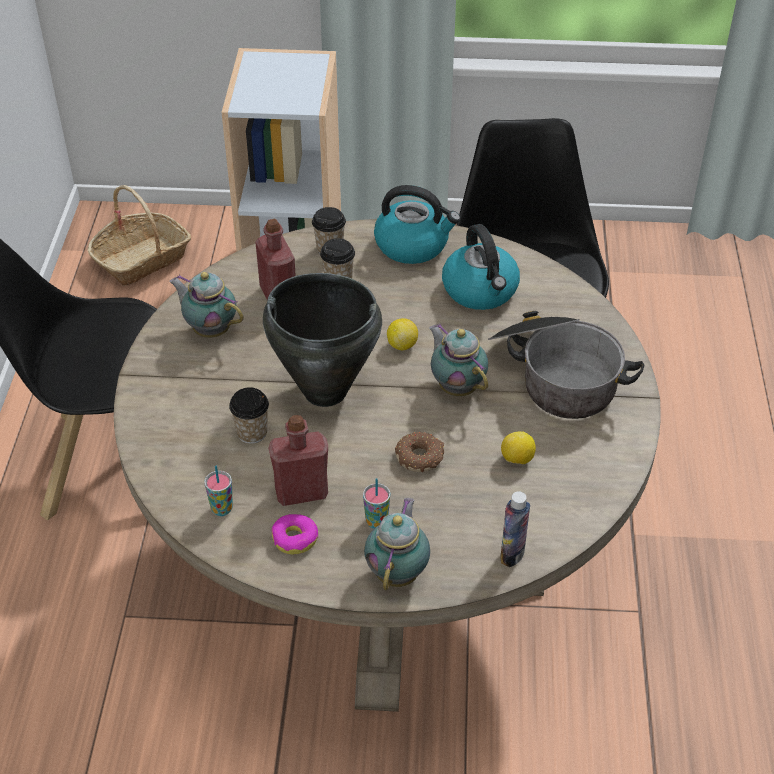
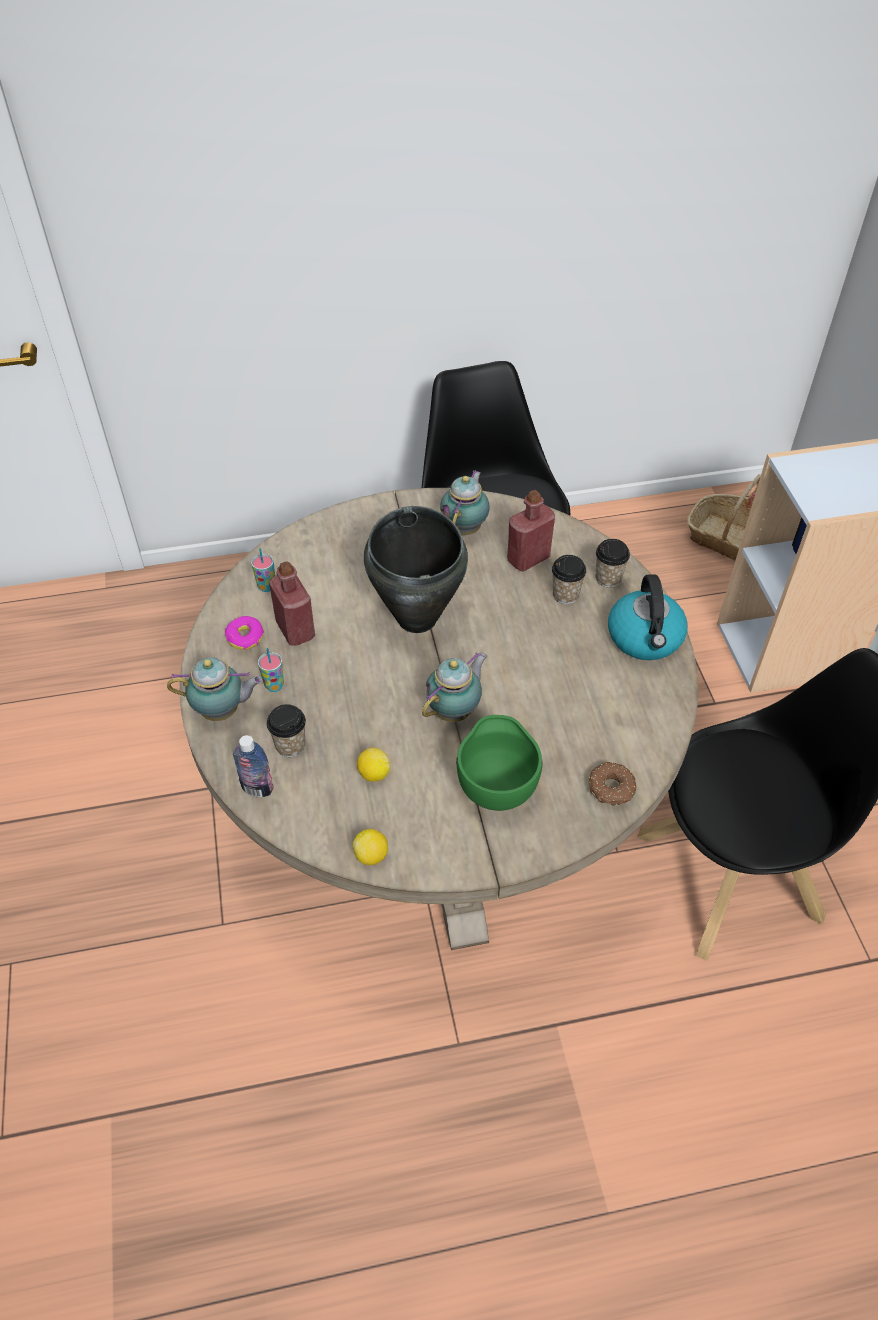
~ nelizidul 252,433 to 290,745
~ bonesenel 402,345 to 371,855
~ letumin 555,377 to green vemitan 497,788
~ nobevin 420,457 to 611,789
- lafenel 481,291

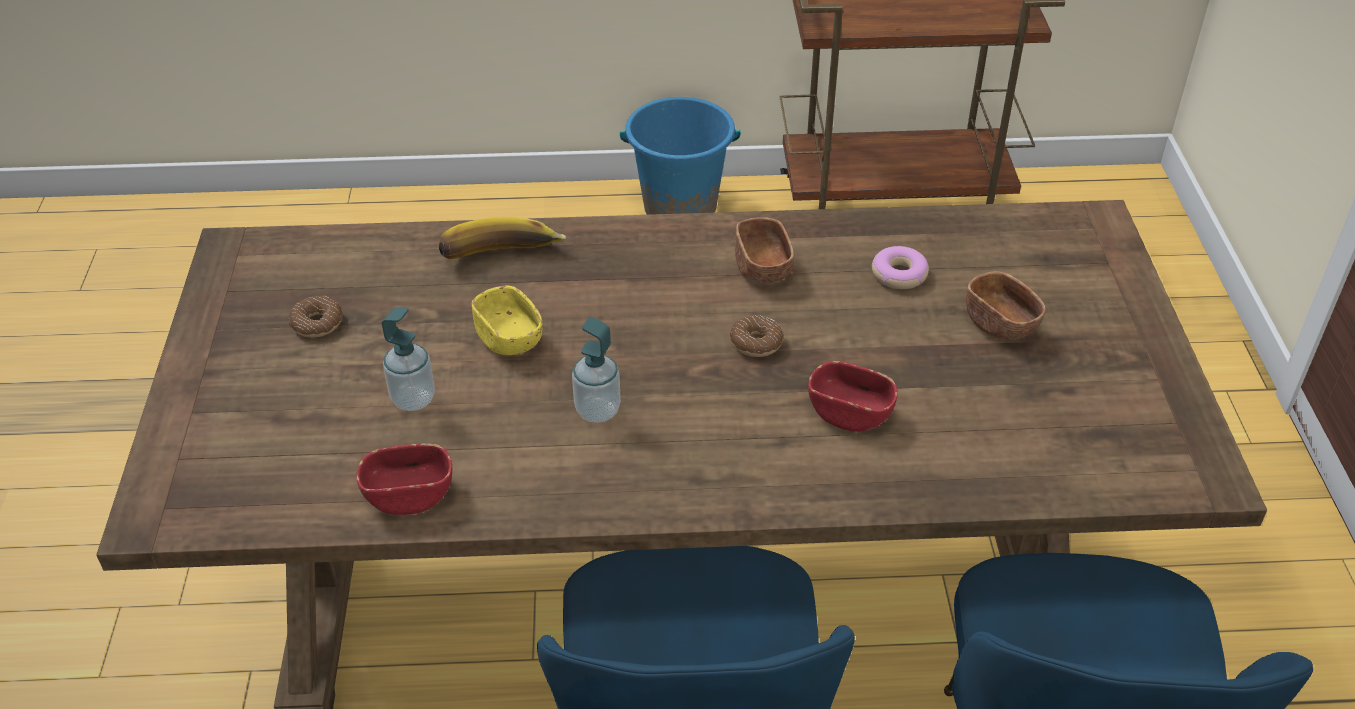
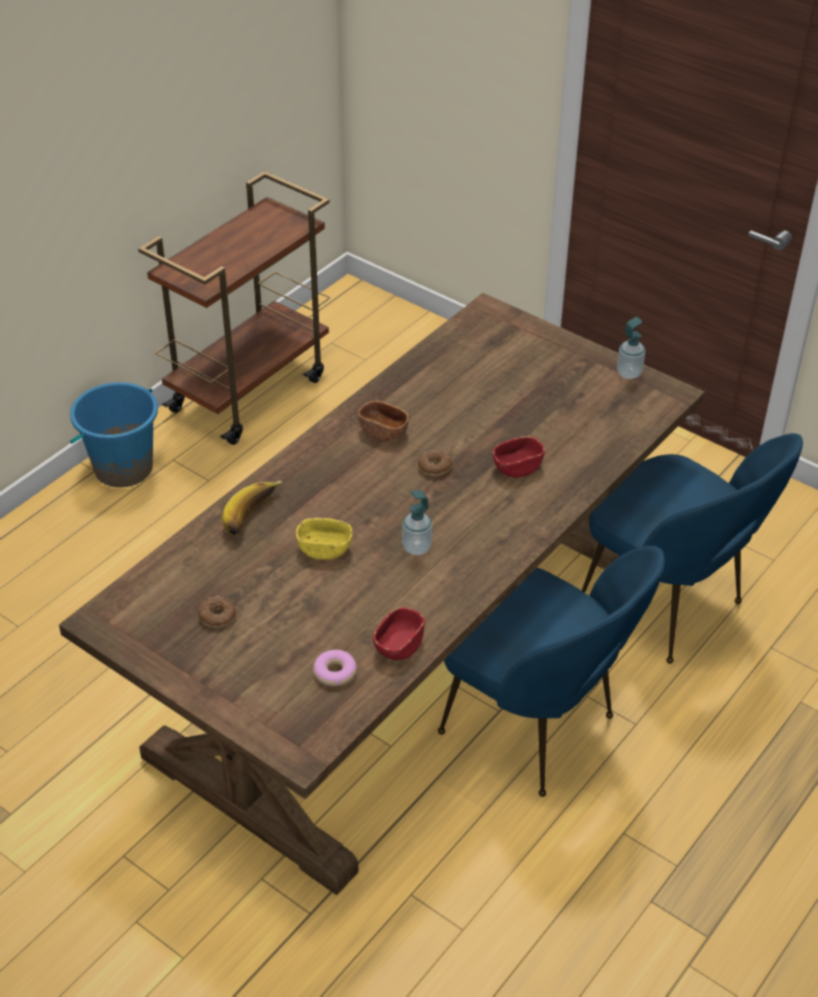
~ nobevin 898,274 to 335,672
~ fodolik 413,399 to 629,373
- brown vemitan 1000,324

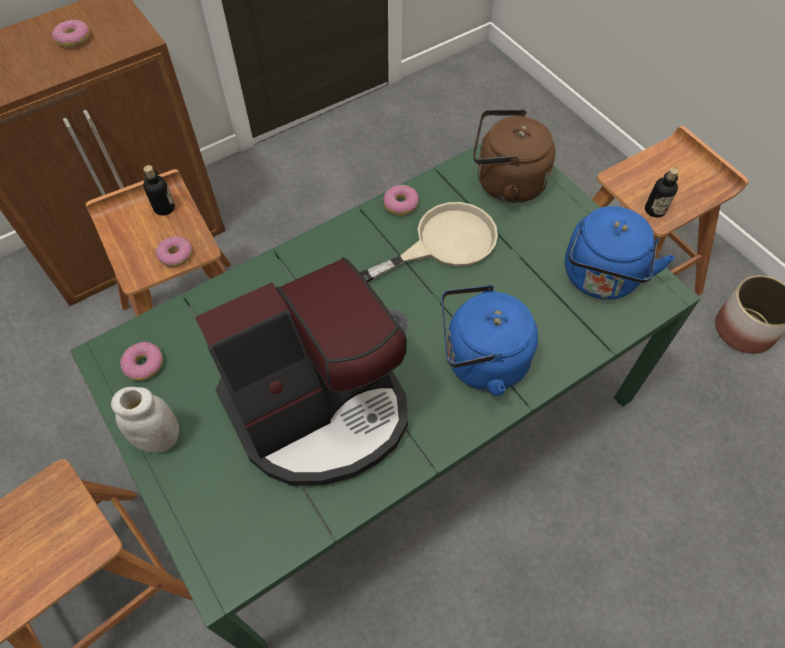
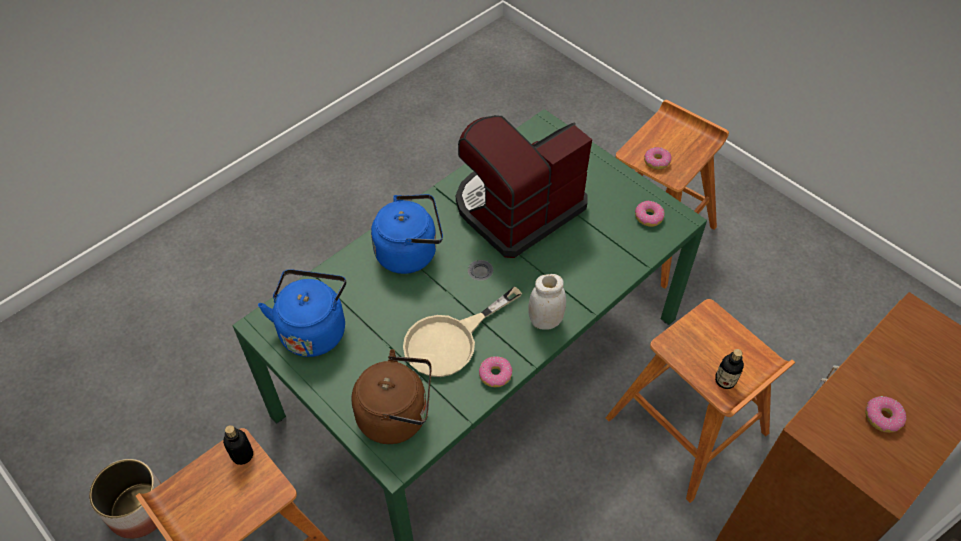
~ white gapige 159,438 to 545,321
~ nobevin 175,255 to 656,161

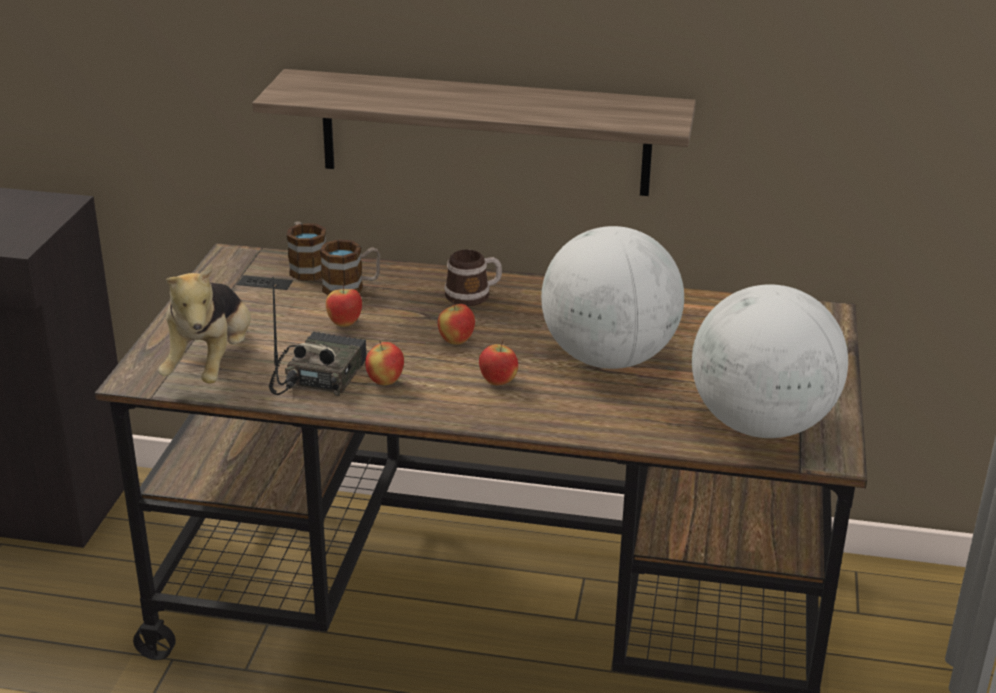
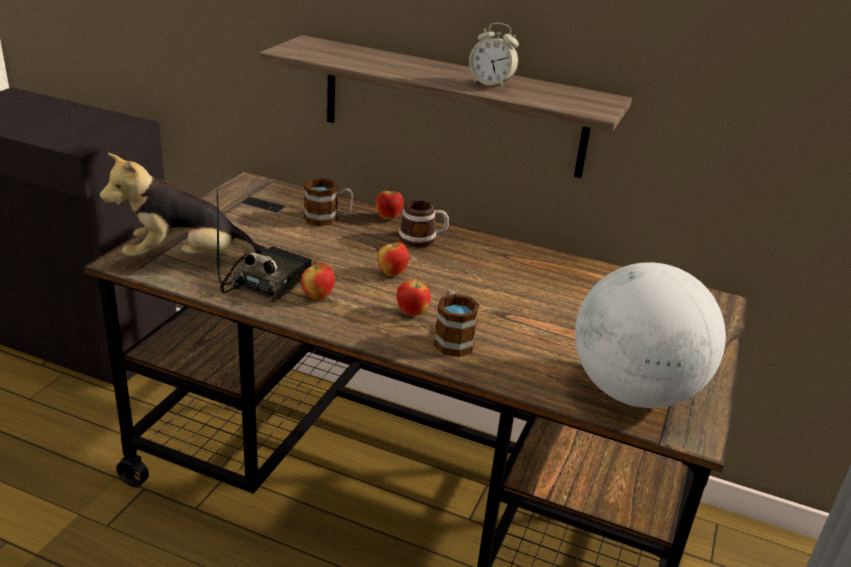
~ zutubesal 211,364 = 186,259 60 degrees clockwise
~ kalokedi 344,323 to 388,218
~ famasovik 306,268 to 452,339
+ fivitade 491,84
- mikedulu 609,358

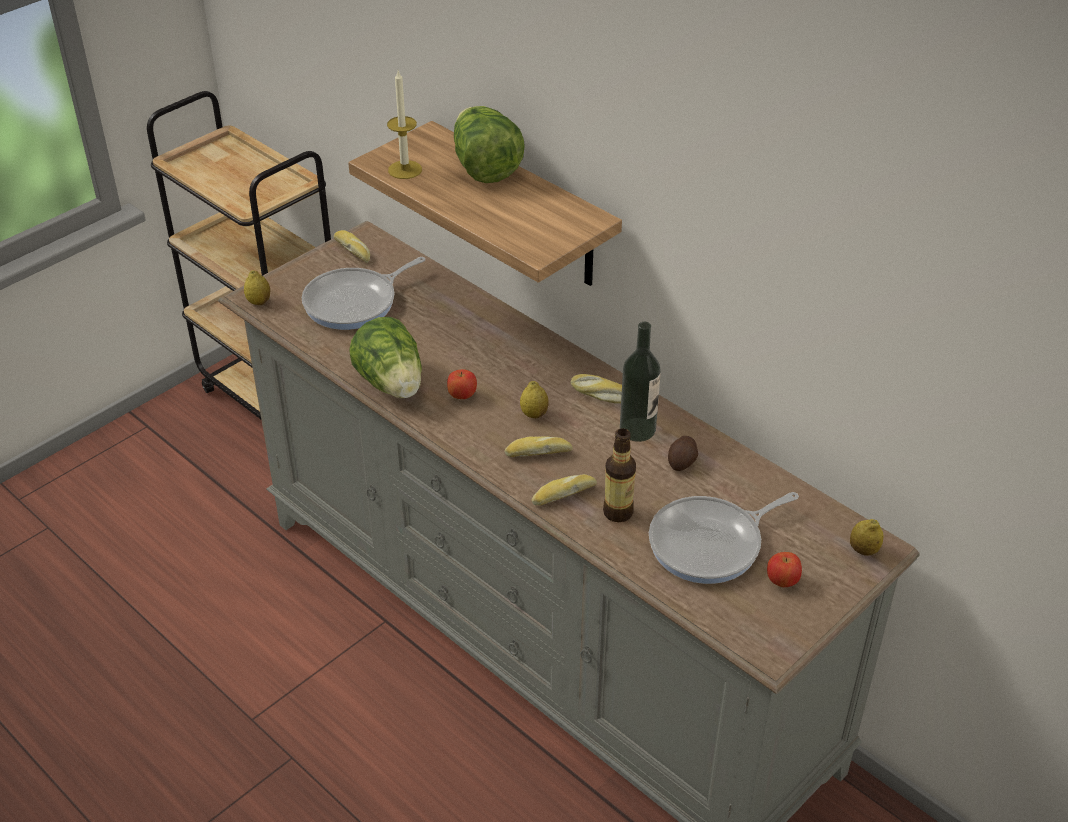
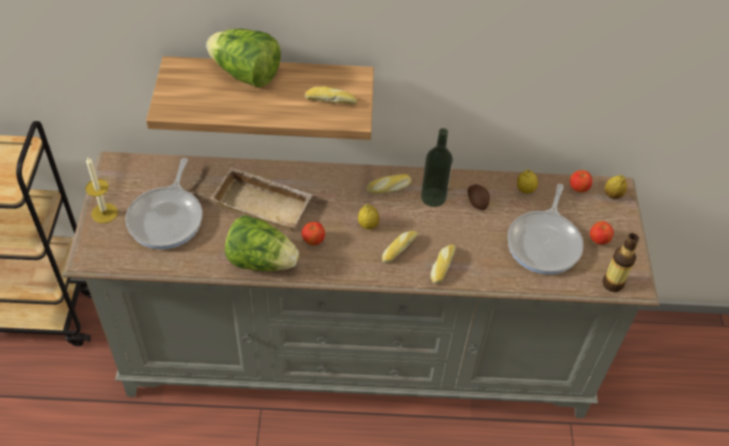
~ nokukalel 405,170 to 104,213
+ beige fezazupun 264,203
~ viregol 354,251 to 331,100
~ bonesenel 259,302 to 525,189
+ kalokedi 578,188
~ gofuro 618,512 to 612,283

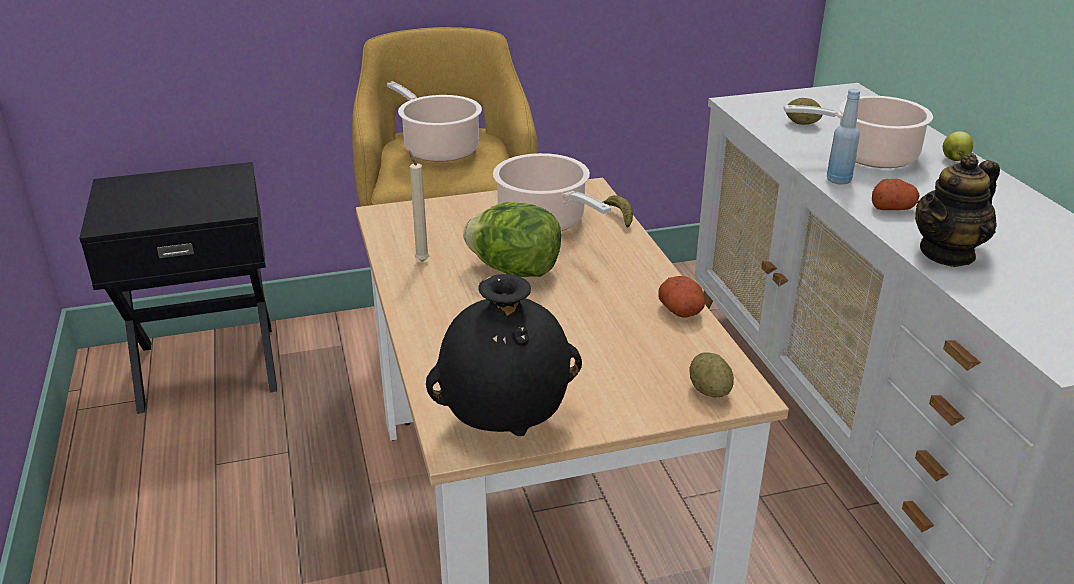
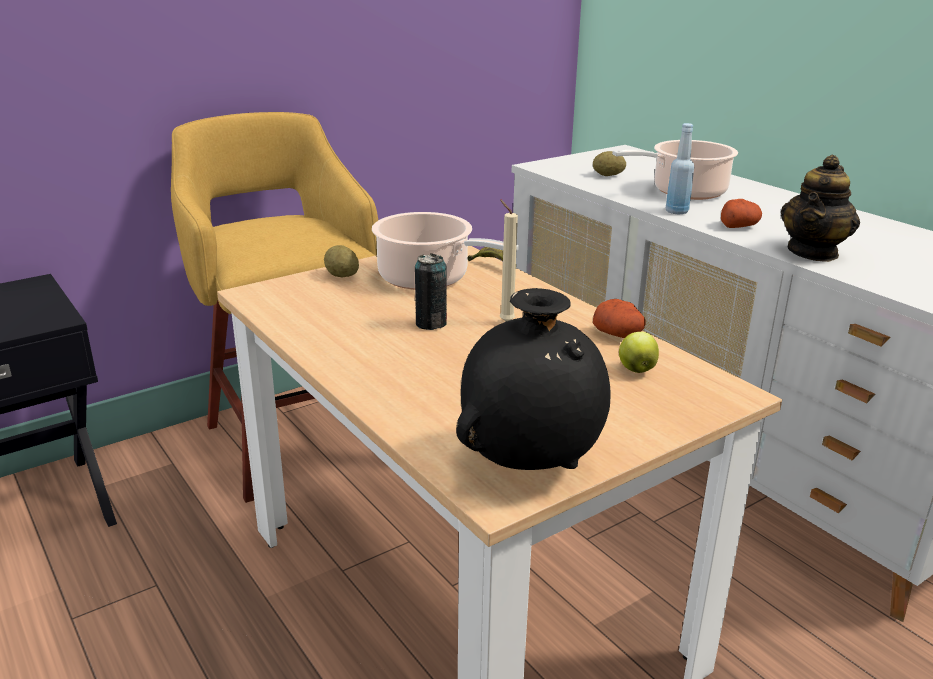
~ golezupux 709,391 to 342,276
~ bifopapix 515,270 to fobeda 431,324
~ beige nokukalel 421,260 to 505,321
~ kalokedi 954,159 to 636,369
- letumin 438,149

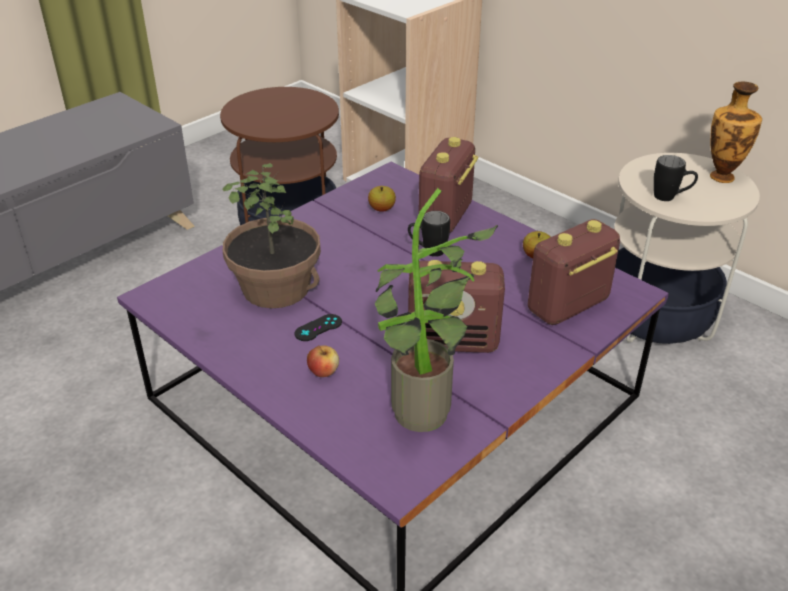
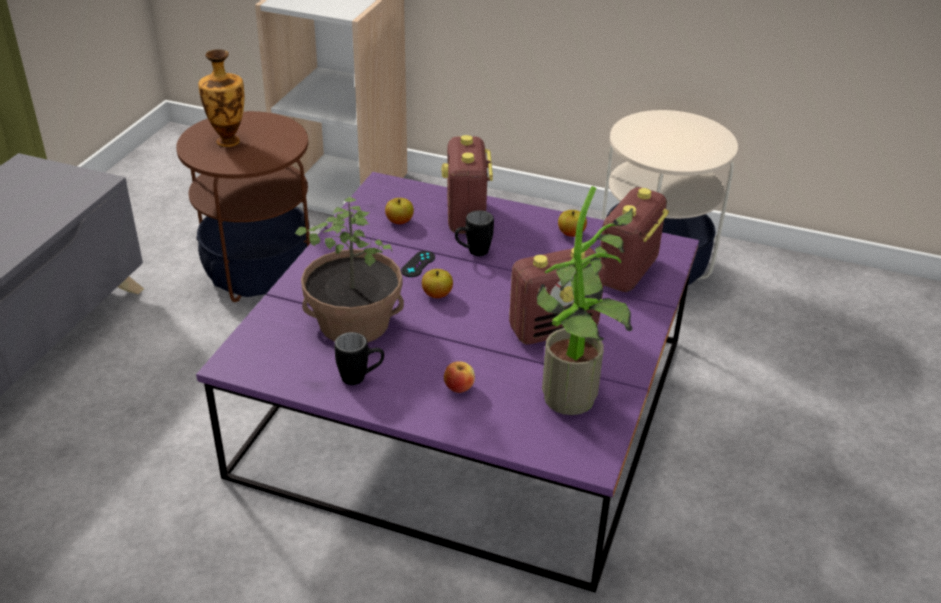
~ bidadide 722,176 to 228,140
~ black famasovik 670,198 to 361,378
~ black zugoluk 318,328 to 418,264
+ kalokedi 437,294

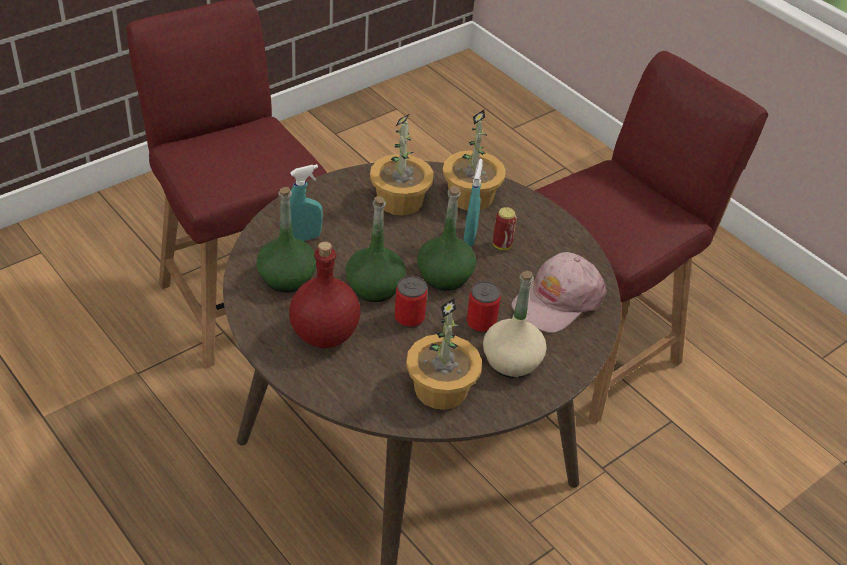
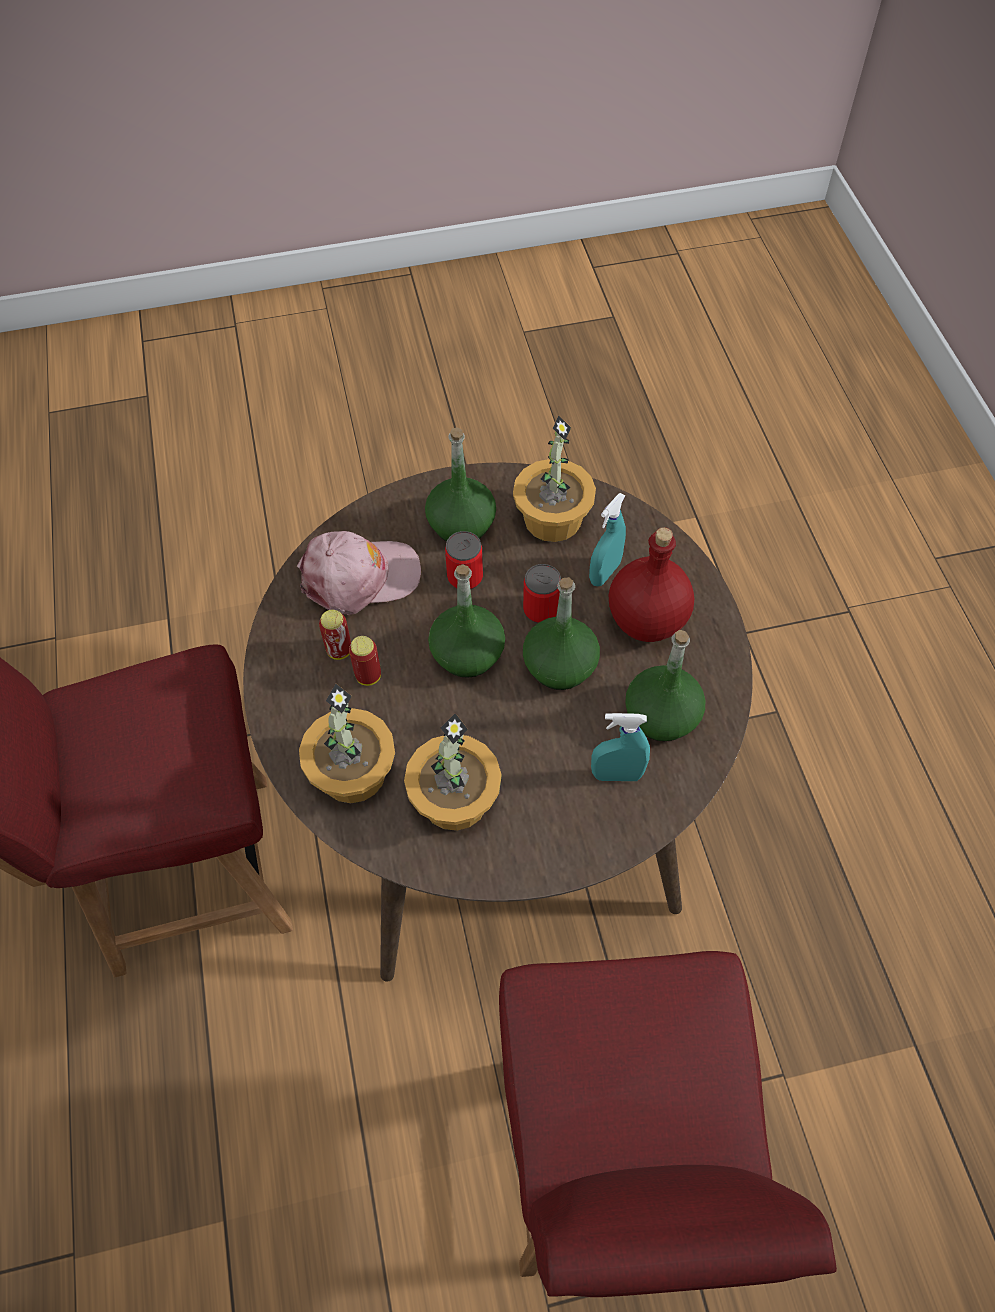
+ fobeda 339,650
~ beige gofuro 511,361 to green gofuro 461,524
~ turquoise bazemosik 470,237 to 605,573

